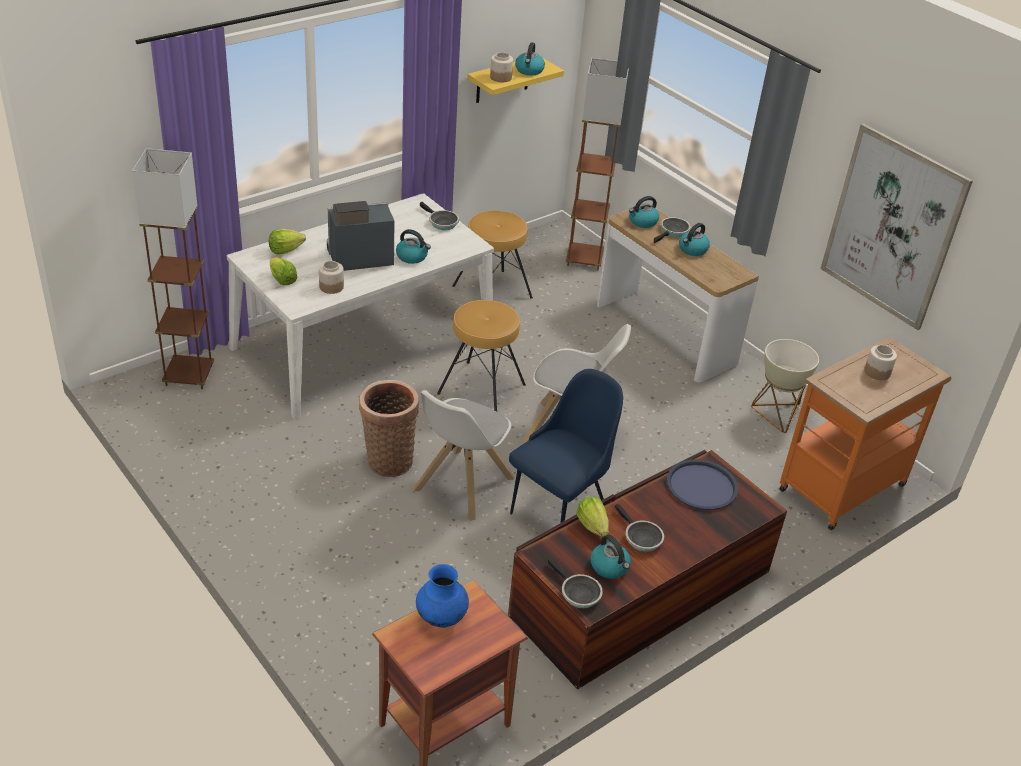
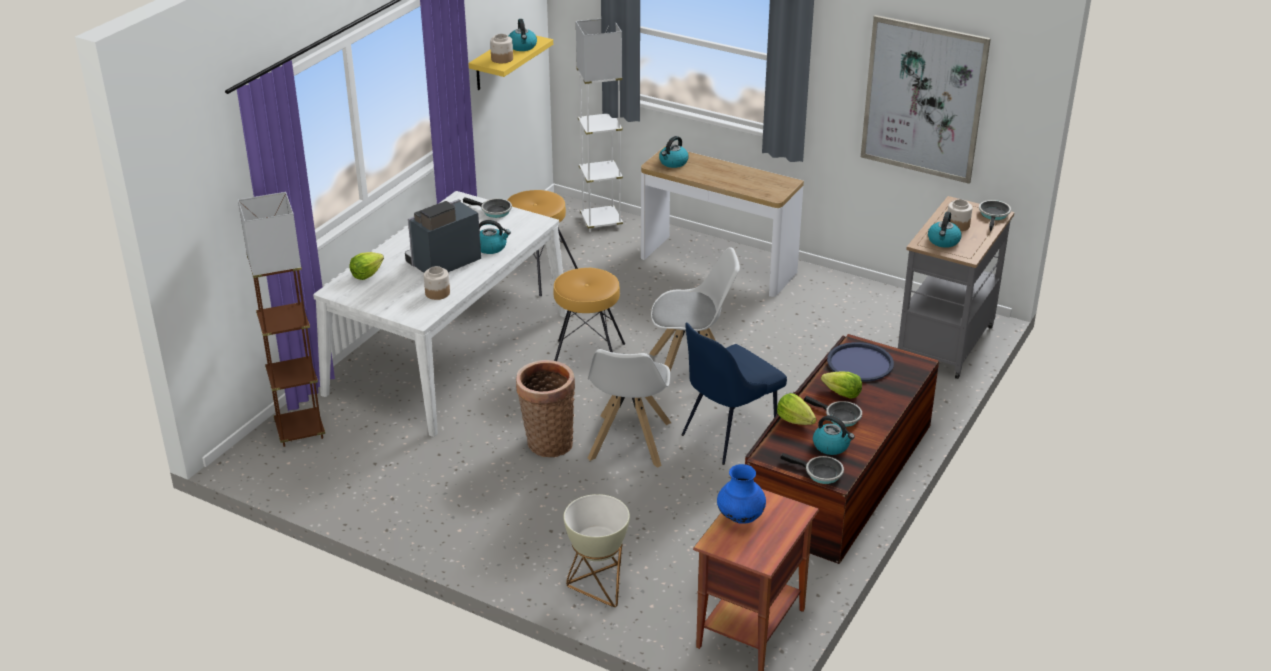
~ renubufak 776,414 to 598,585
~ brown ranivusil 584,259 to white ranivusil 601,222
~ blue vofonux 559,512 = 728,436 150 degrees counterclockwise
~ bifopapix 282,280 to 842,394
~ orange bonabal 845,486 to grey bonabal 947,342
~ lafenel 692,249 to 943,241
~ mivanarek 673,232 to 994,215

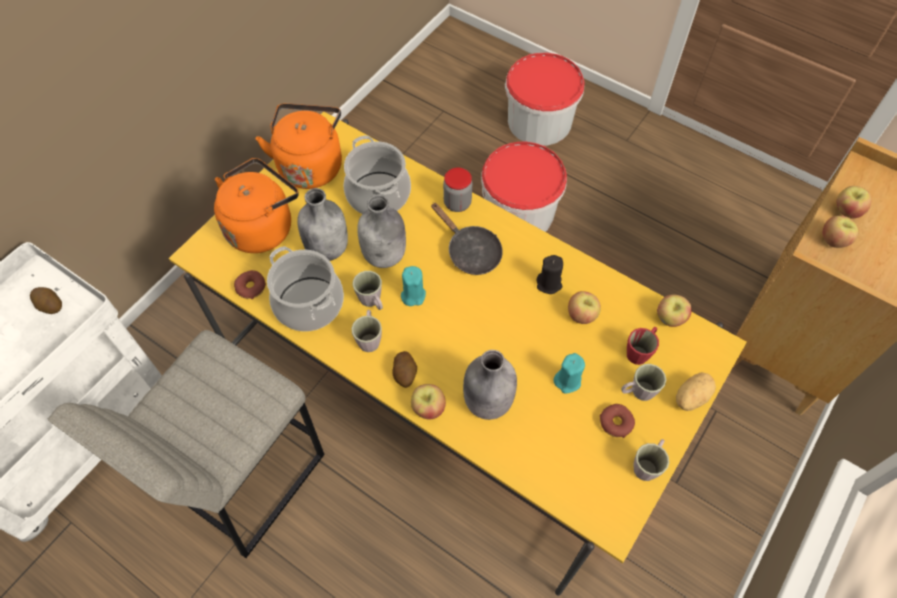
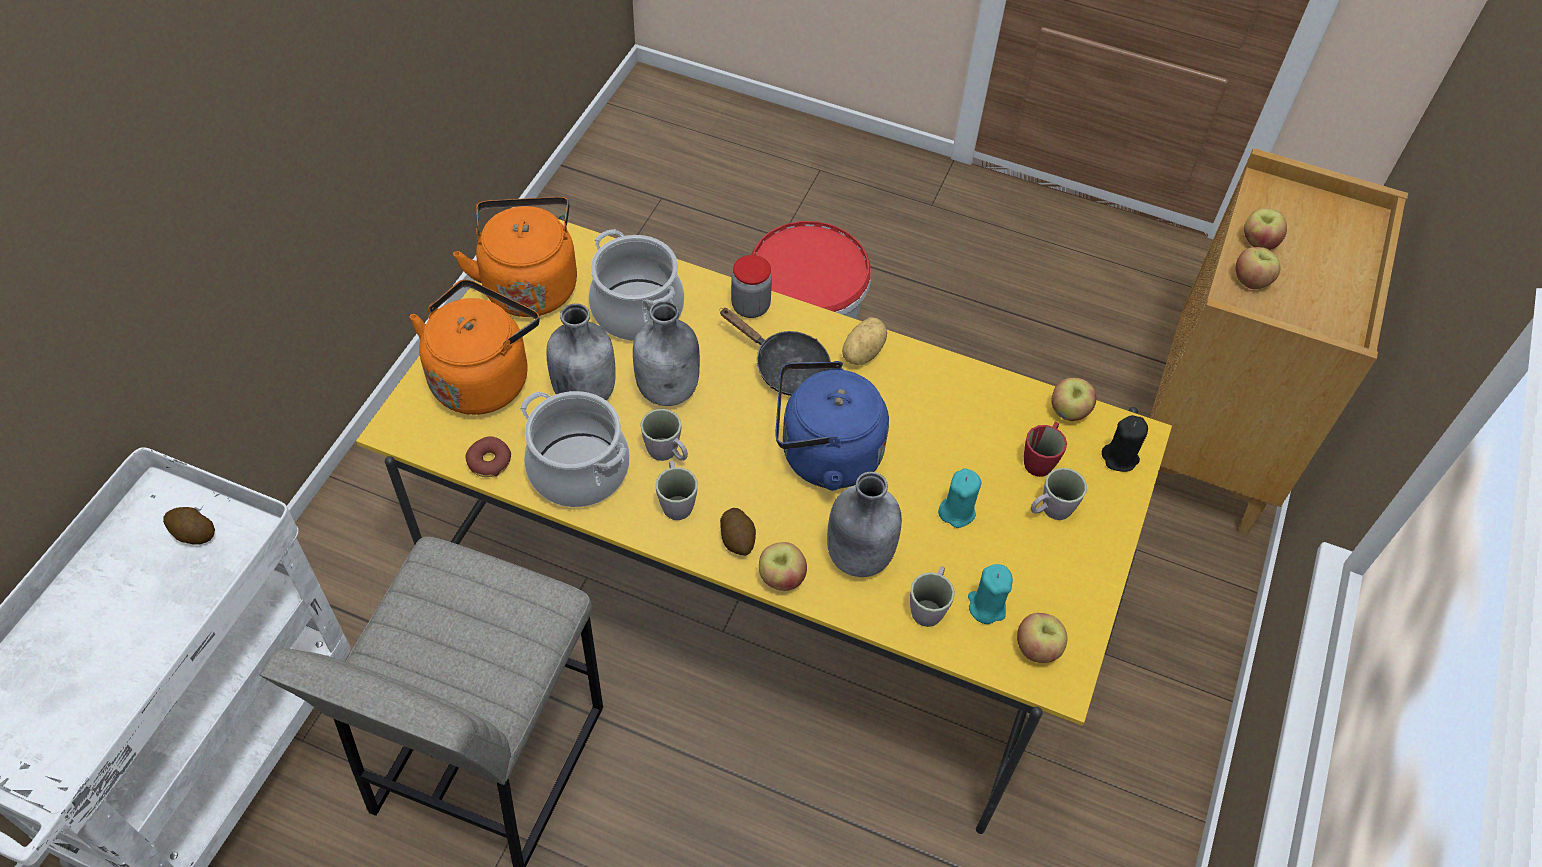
+ blue lafenel 823,455
~ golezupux 690,397 to 861,352
~ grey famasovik 647,464 to 929,606
~ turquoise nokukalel 413,295 to 986,606
~ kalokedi 581,315 to 1037,648
~ black nokukalel 549,284 to 1120,458
- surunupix 539,121
- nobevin 616,423

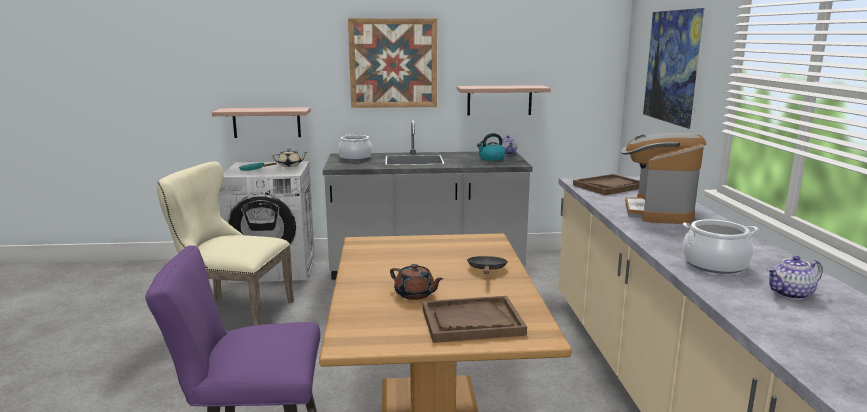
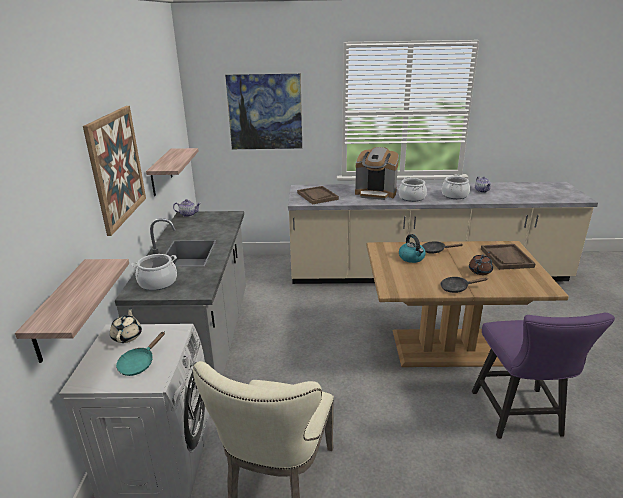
+ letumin 412,198
~ lafenel 491,158 to 412,258
+ black mivanarek 457,288

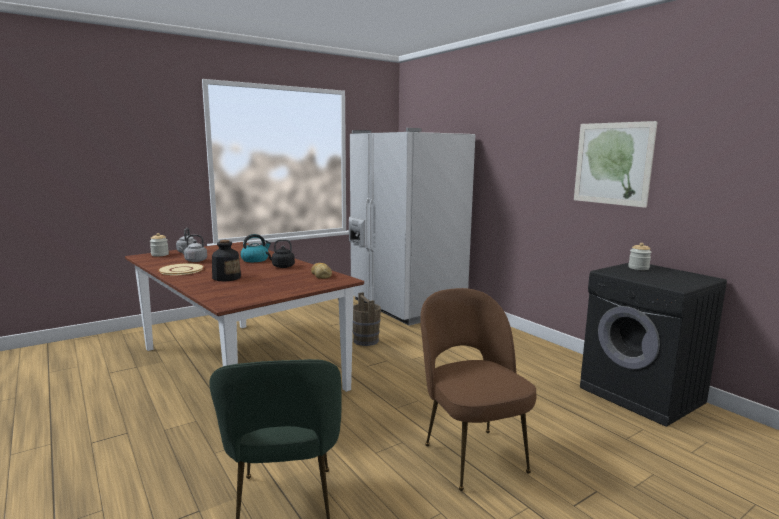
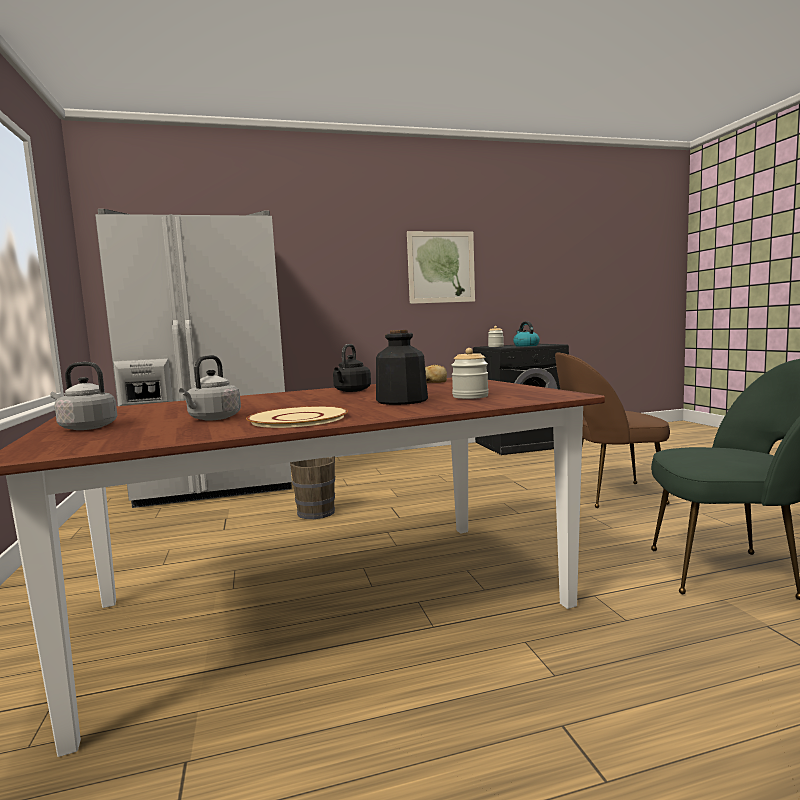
~ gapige 160,255 to 470,396
~ lafenel 255,259 to 526,346

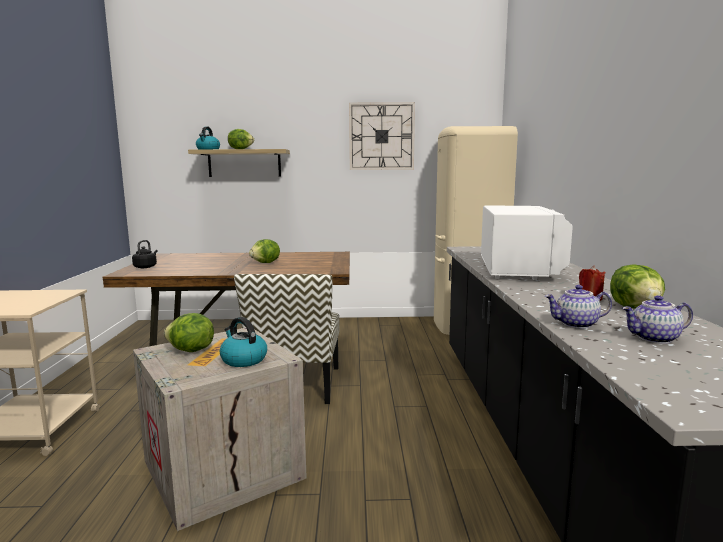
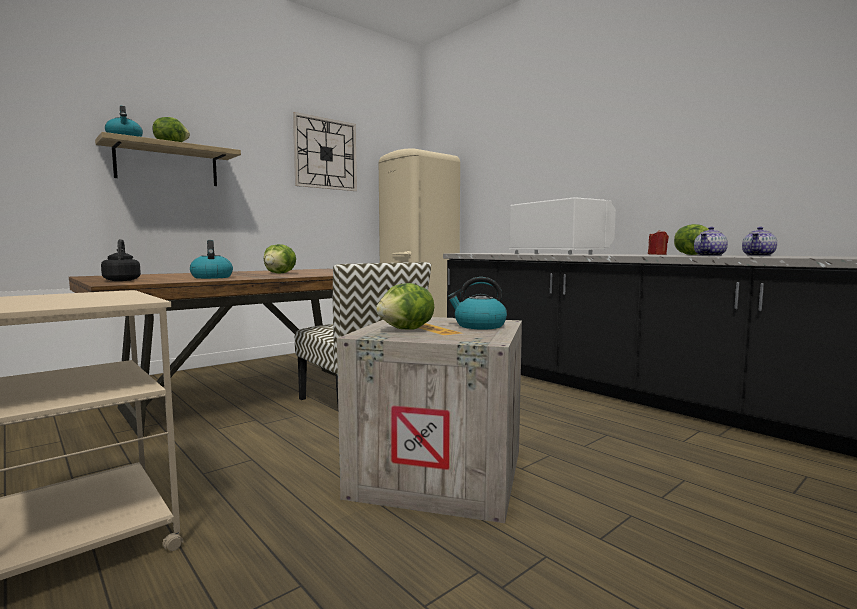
+ lafenel 211,277

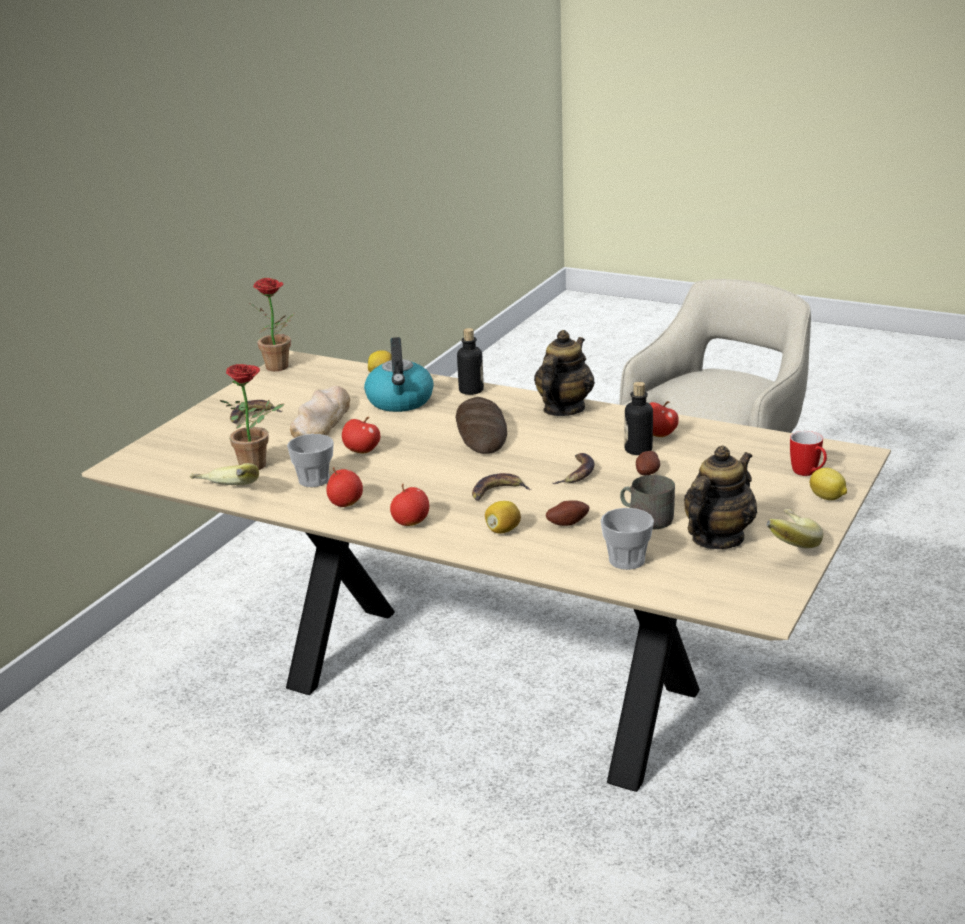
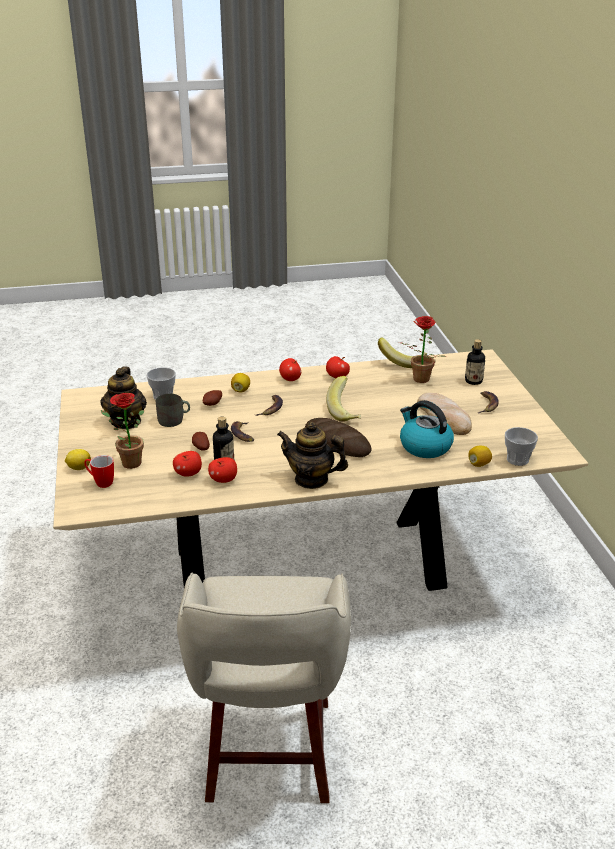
~ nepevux 280,368 to 127,463
~ kalokedi 361,451 to 188,474
~ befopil 563,409 = 311,479 120 degrees clockwise
~ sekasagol 786,545 to 346,412
~ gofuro 471,390 to 473,381
~ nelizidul 314,480 to 517,459

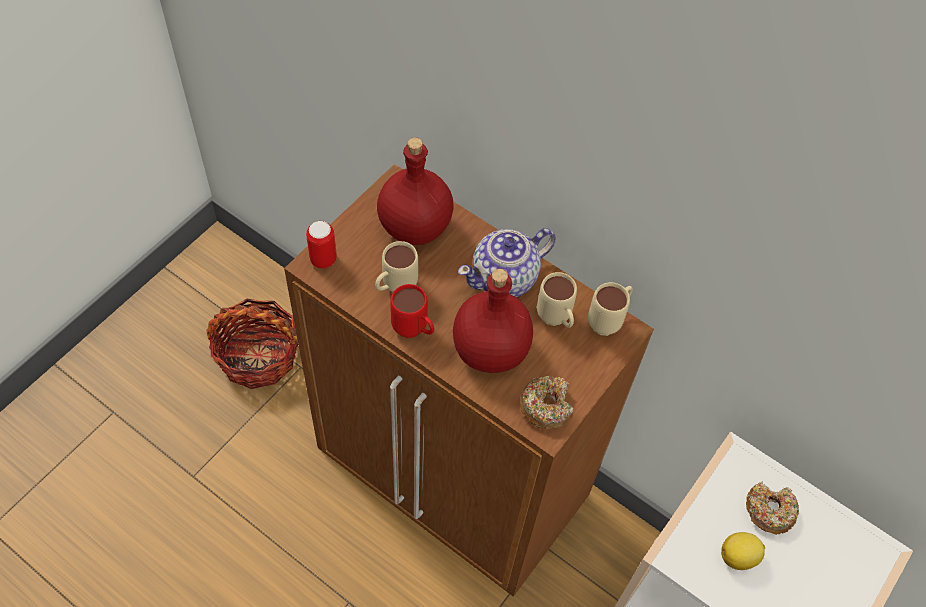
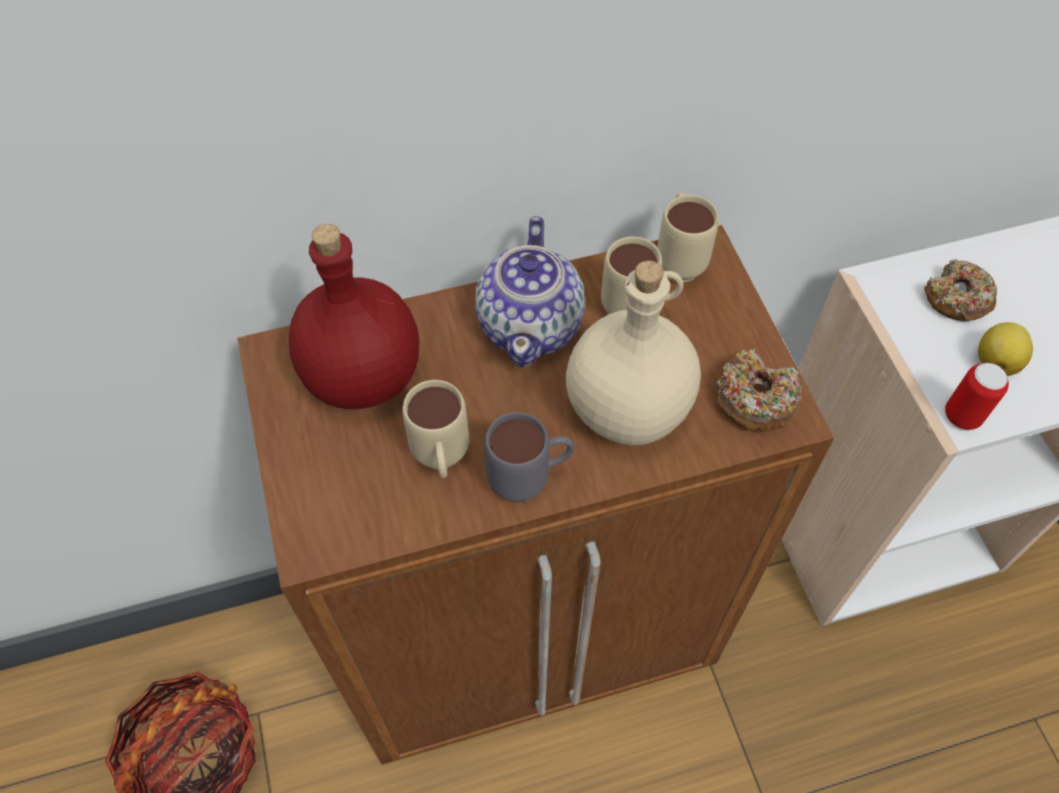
~ red famasovik 414,332 to grey famasovik 530,481
~ red gofuro 489,350 to beige gofuro 625,410
~ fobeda 323,259 to 962,416

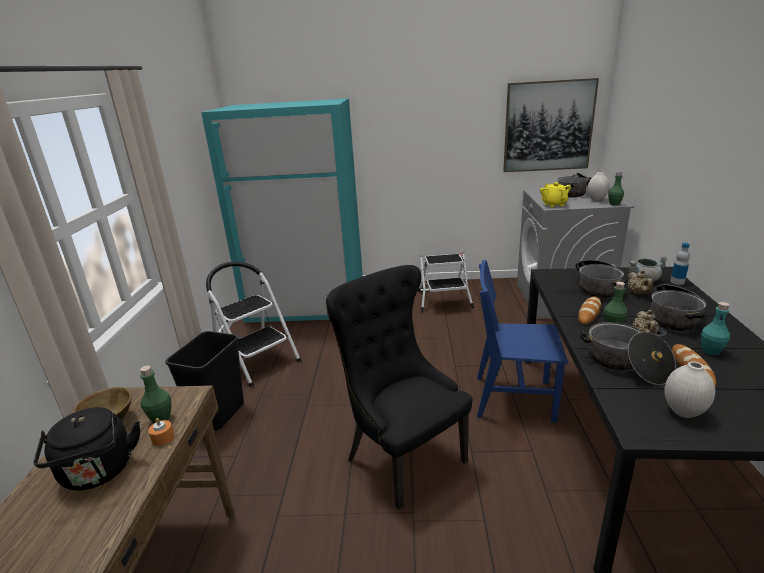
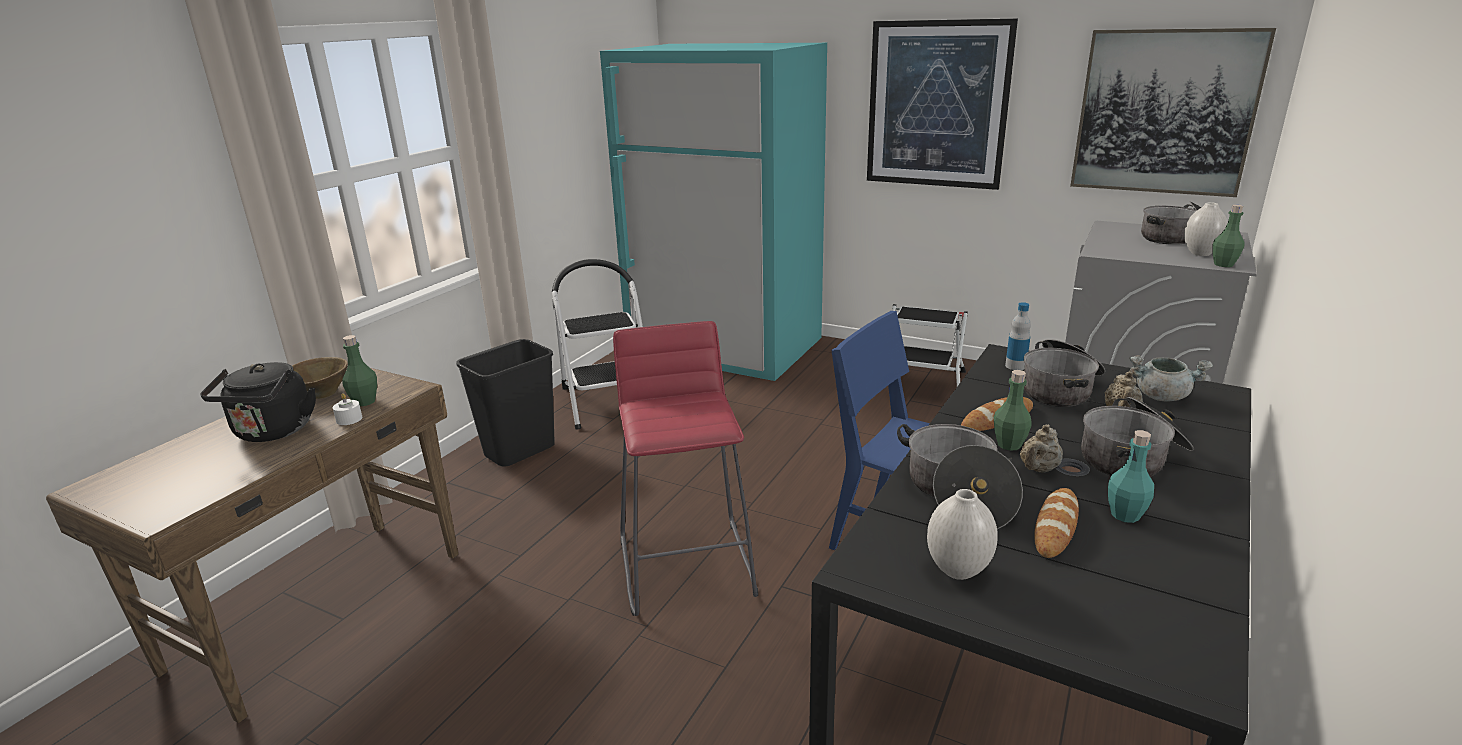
~ orange nokukalel 163,438 to white nokukalel 349,419
~ black vofonux 404,458 to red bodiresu 688,565
+ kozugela 937,105
~ gofuro 677,282 to 1015,366
- yellow befopil 554,204

